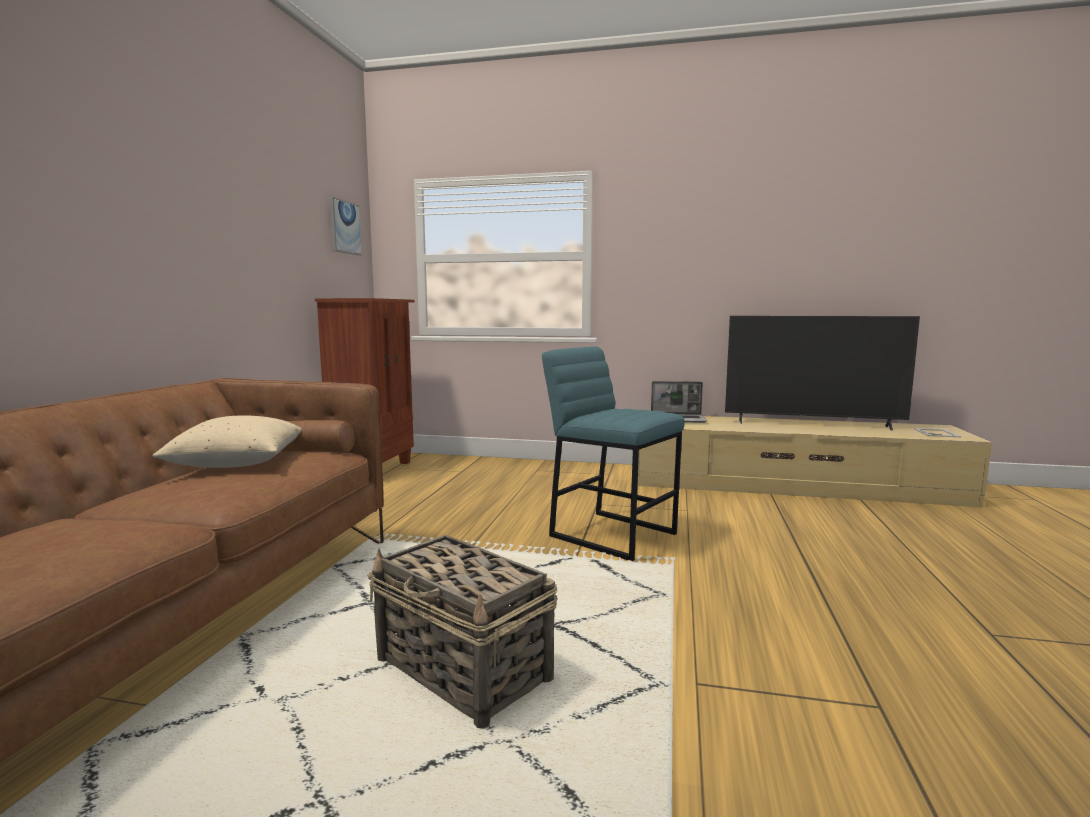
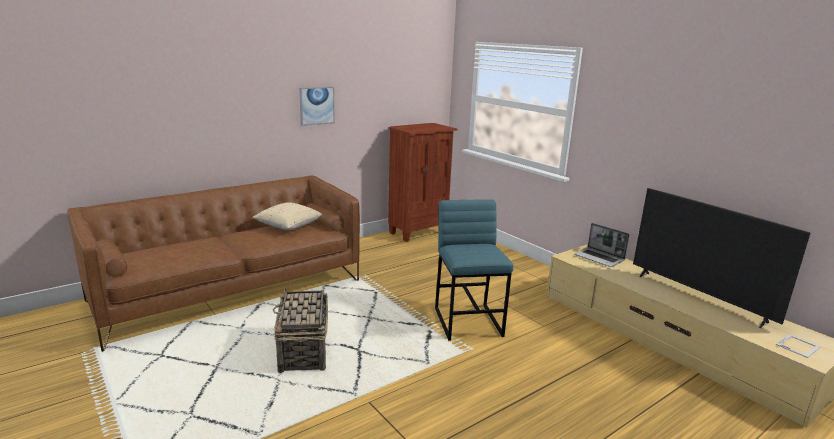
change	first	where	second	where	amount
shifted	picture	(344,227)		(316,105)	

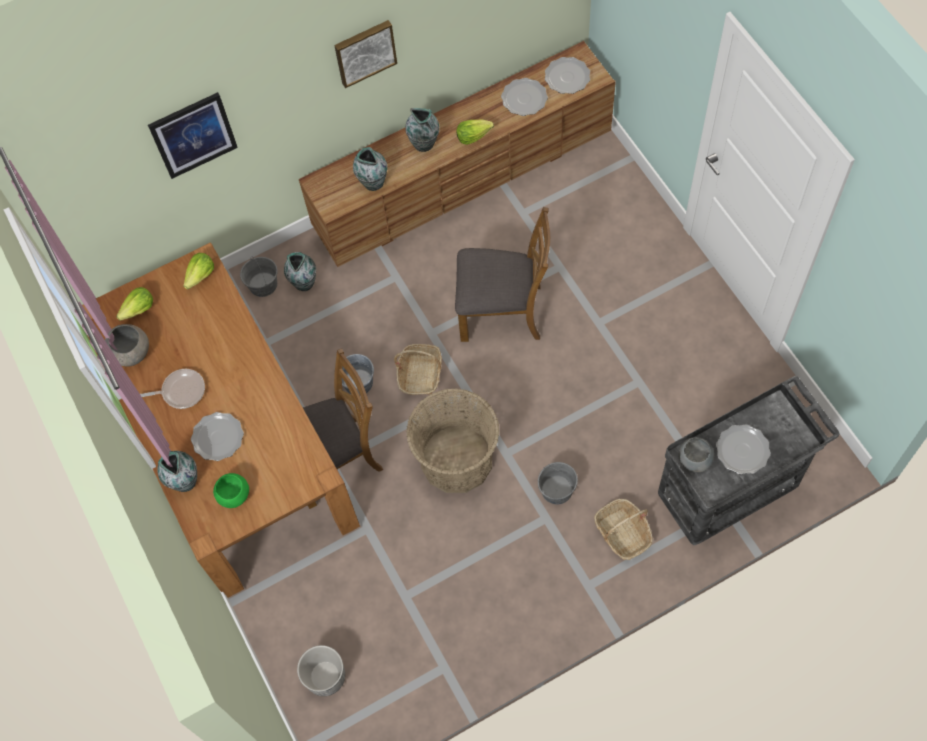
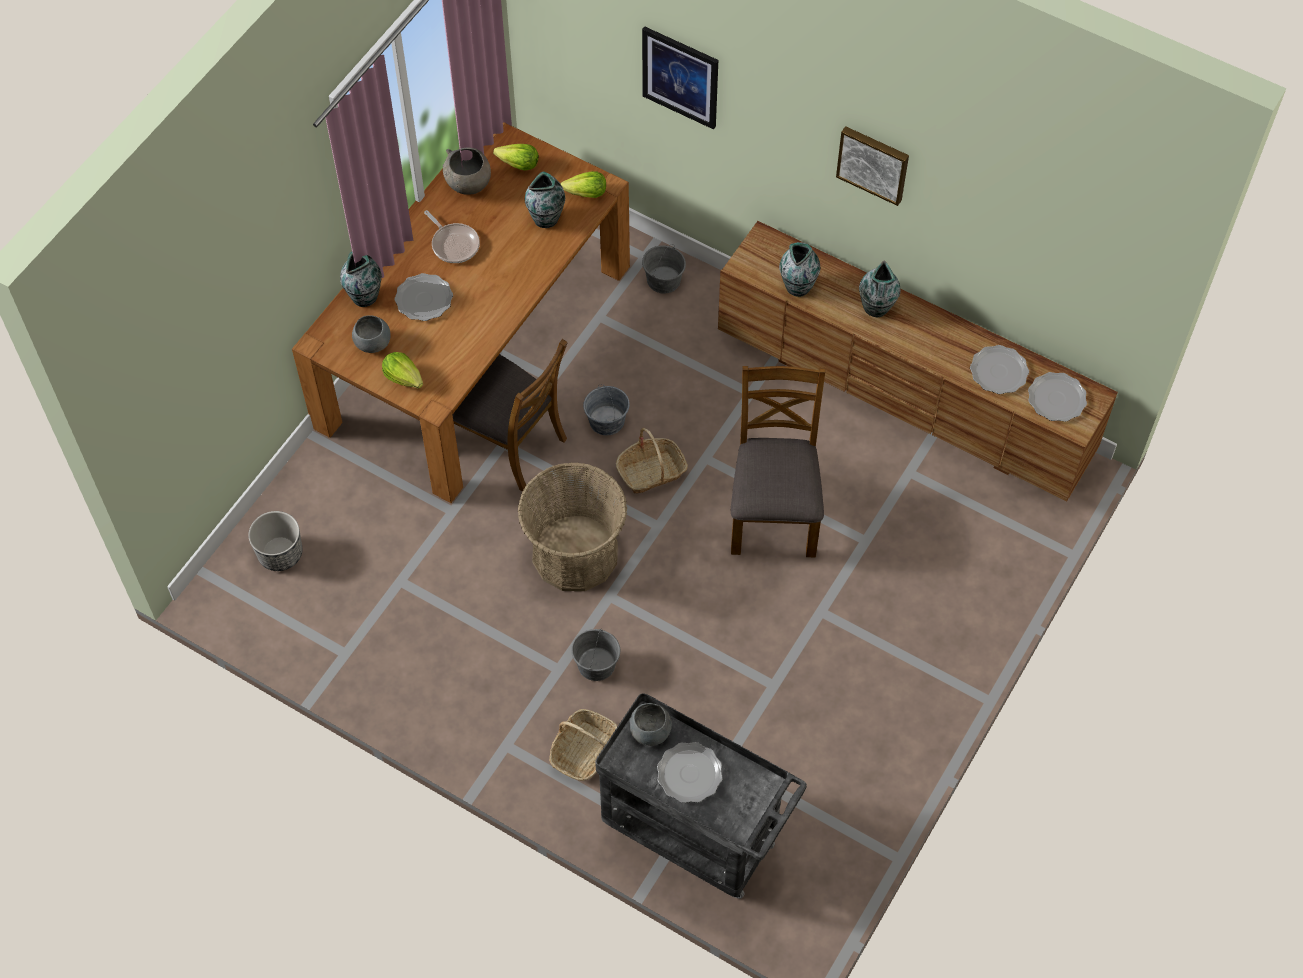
change	first	where	second	where	amount
repainted	green bowl	(233,495)	grey bowl	(372,343)	
shifted	lettuce	(473,135)		(404,377)	
shifted	vase	(304,282)		(546,218)	
rotated	brown chair	(502,311)		(773,511)	150 degrees counterclockwise

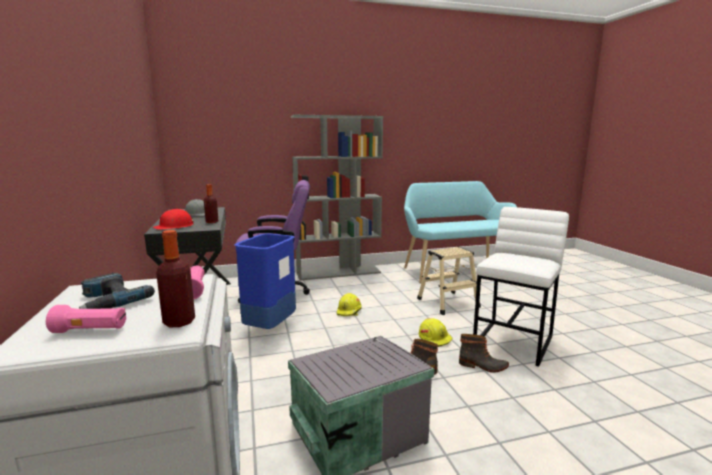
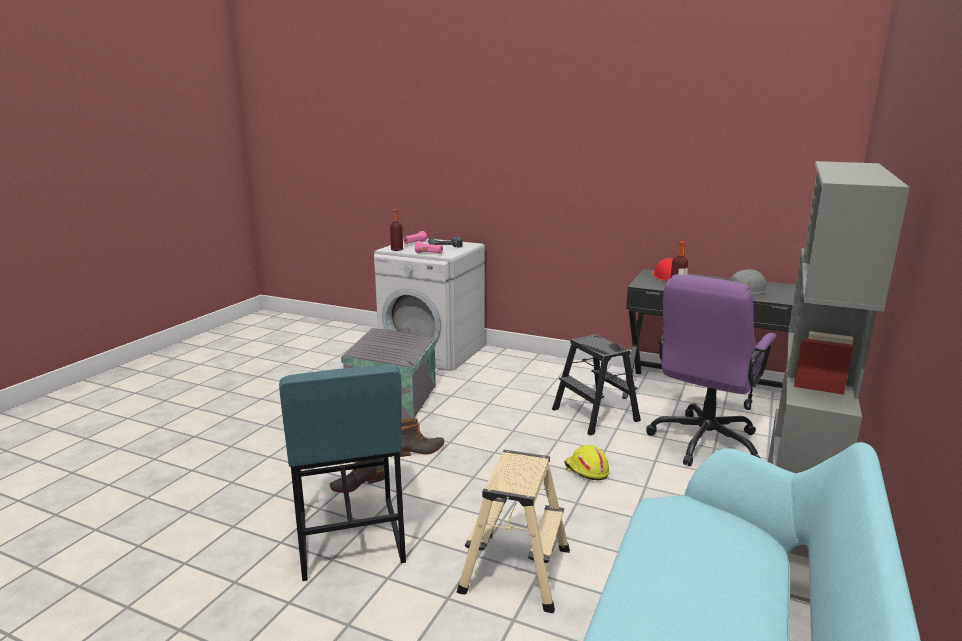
change	first	where	second	where	amount
repainted	white stool	(513,341)	blue stool	(350,539)	
swapped	blue trash can	(270,327)	black step ladder	(595,415)	
gone	yellow hard hat	(435,338)			

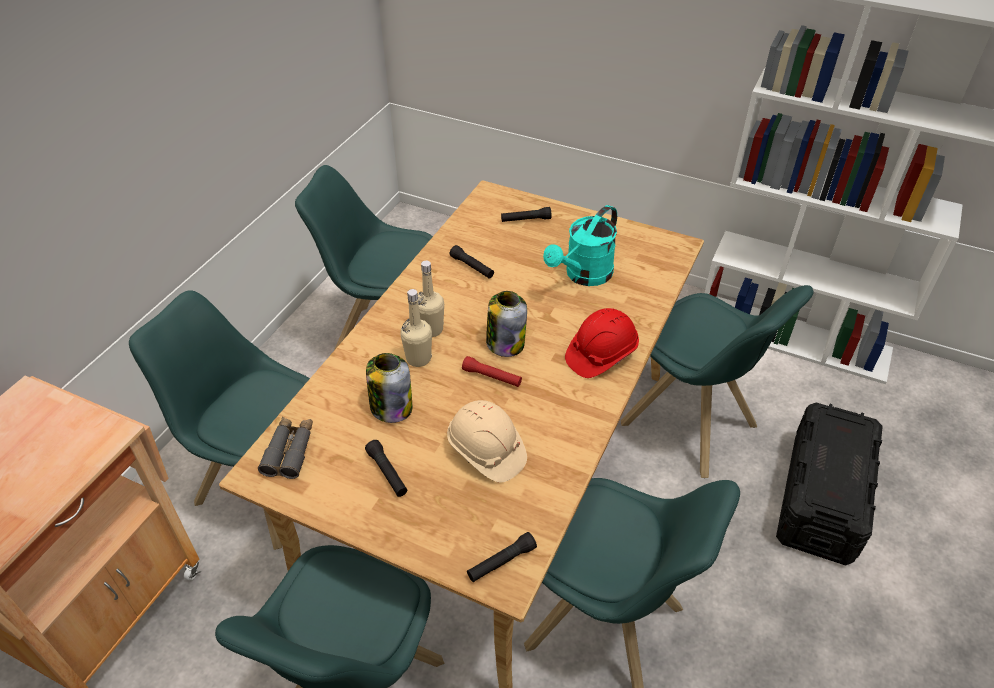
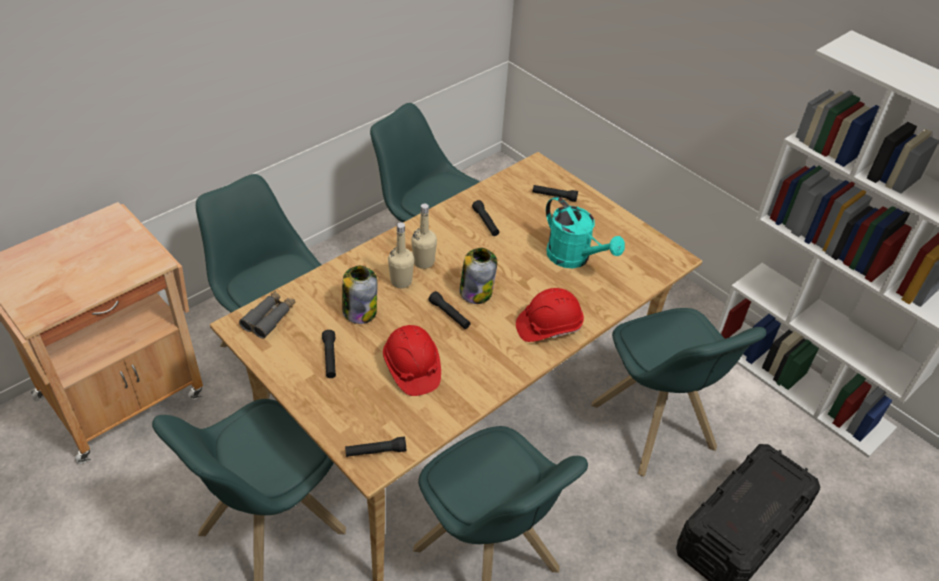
change	first	where	second	where	amount
repainted	beige hard hat	(486,451)	red hard hat	(411,369)	
repainted	red flashlight	(492,377)	black flashlight	(449,315)	
rotated	turquoise watering can	(583,276)		(574,258)	105 degrees counterclockwise

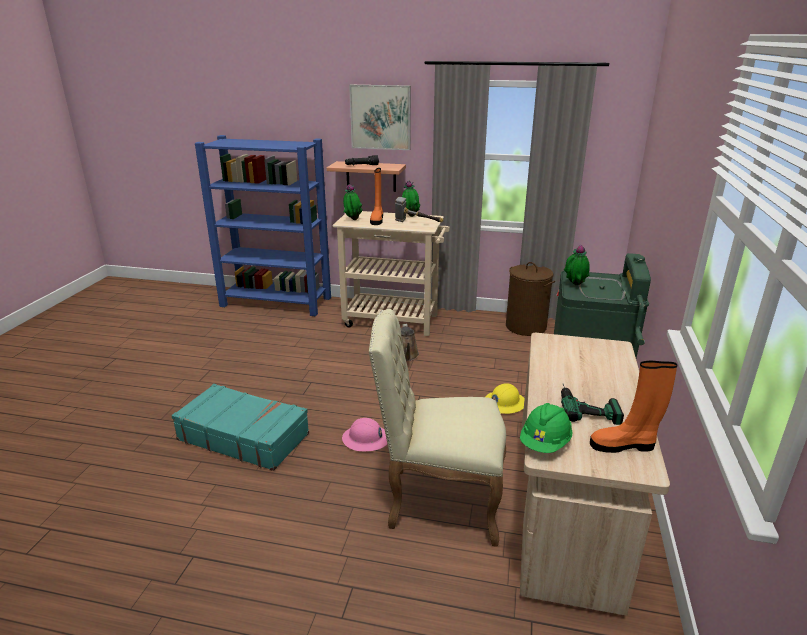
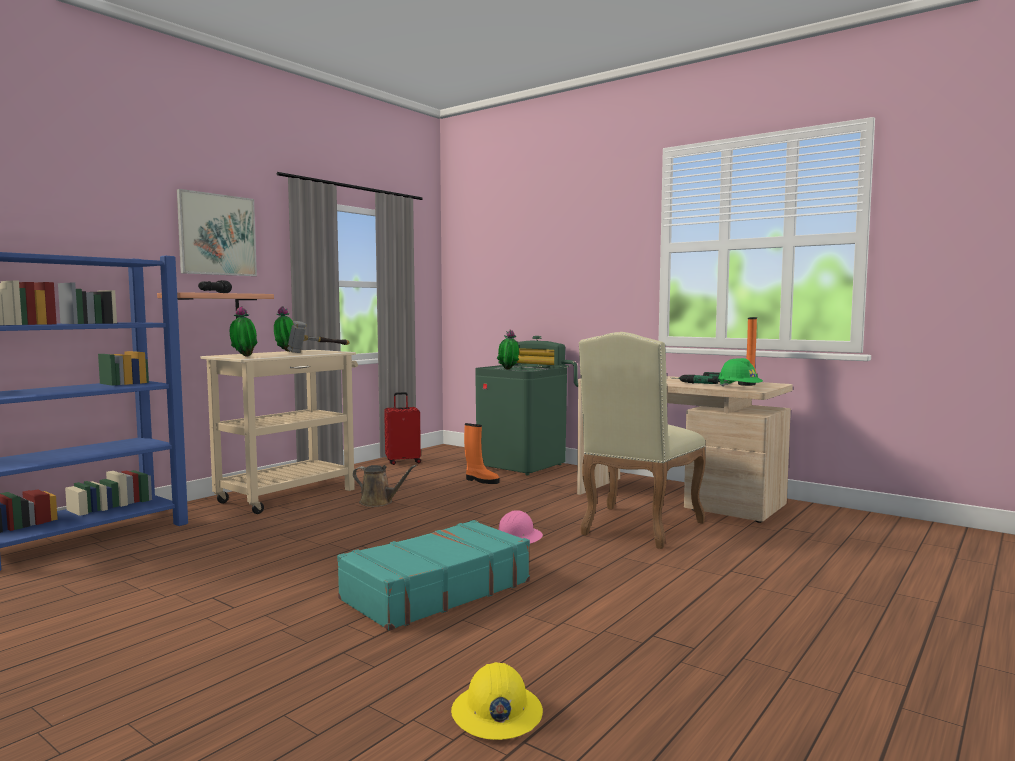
change	first	where	second	where	amount
swapped	brown laundry basket	(526,327)	red suitcase	(403,462)	
shifted	yellow hard hat	(504,403)		(496,713)	
shifted	orange boot	(377,220)		(481,481)	

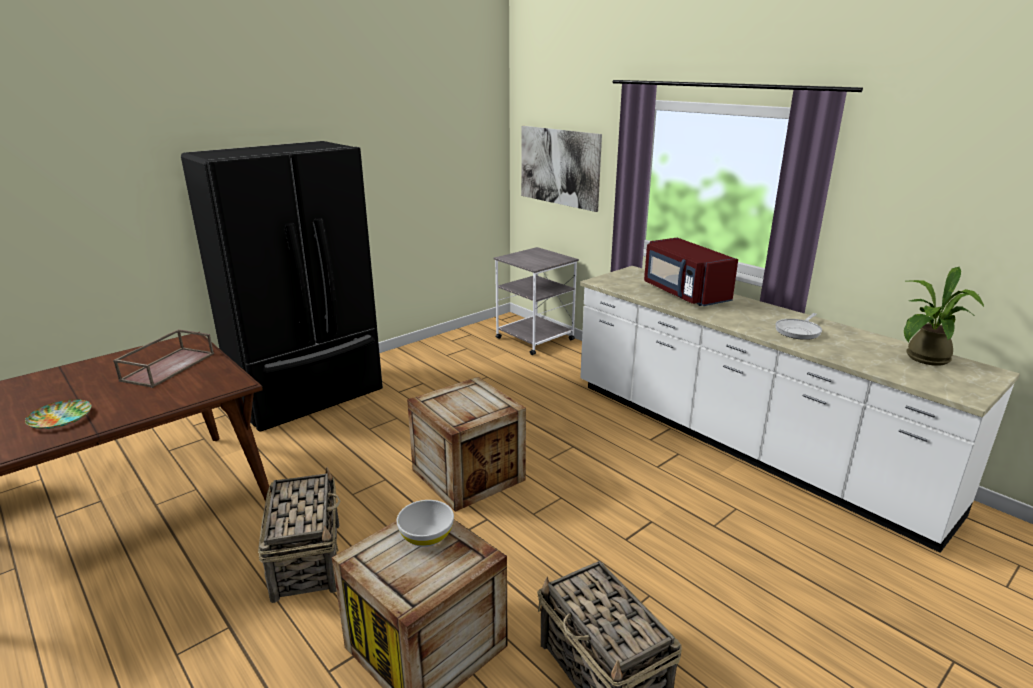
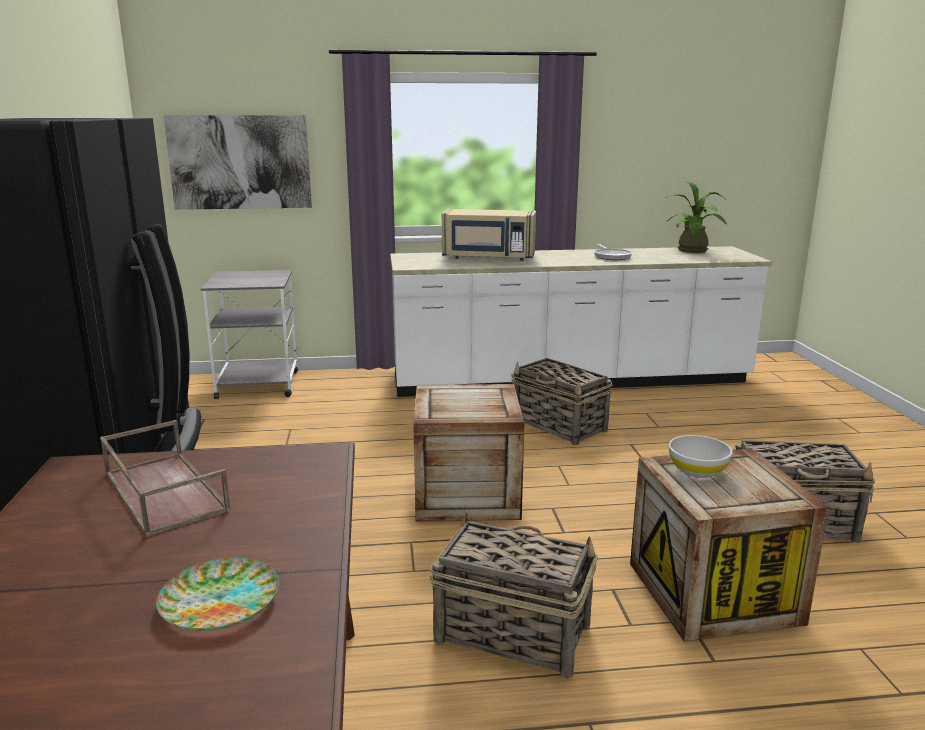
change	first	where	second	where	amount
repainted	red microwave	(684,293)	beige microwave	(488,257)	
new			basket	(560,426)	

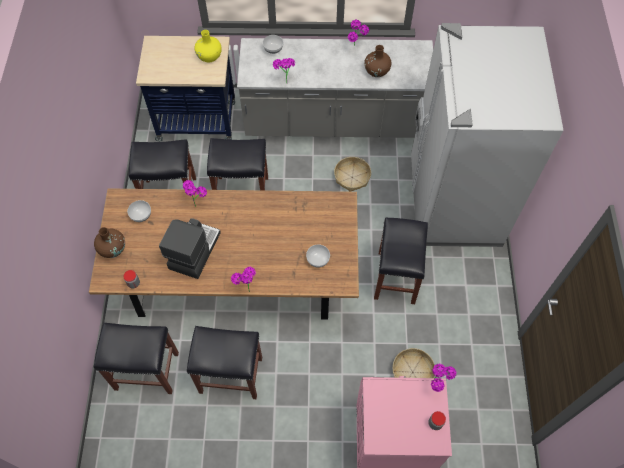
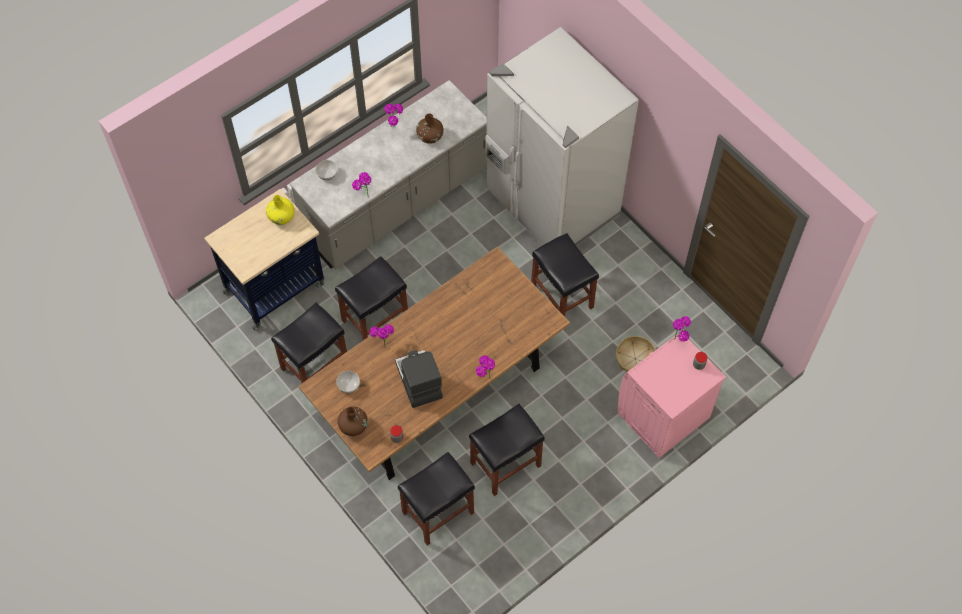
change	first	where	second	where	amount
gone	bowl	(318,260)			
gone	basket	(352,177)			

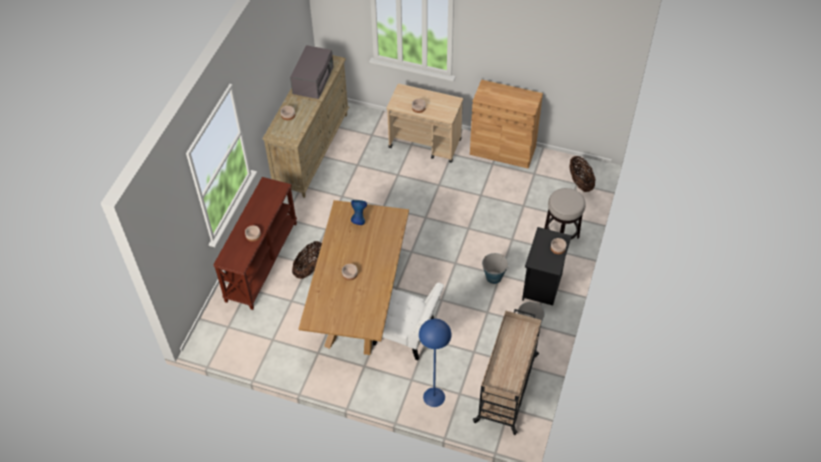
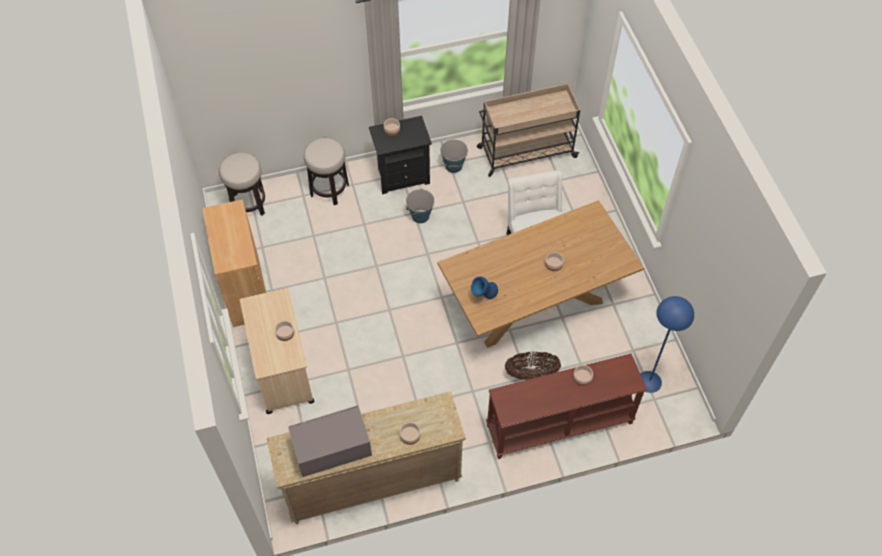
change	first	where	second	where	amount
swapped	basket	(580,182)	stool	(249,204)	
shifted	blue floor lamp	(433,397)		(649,382)	

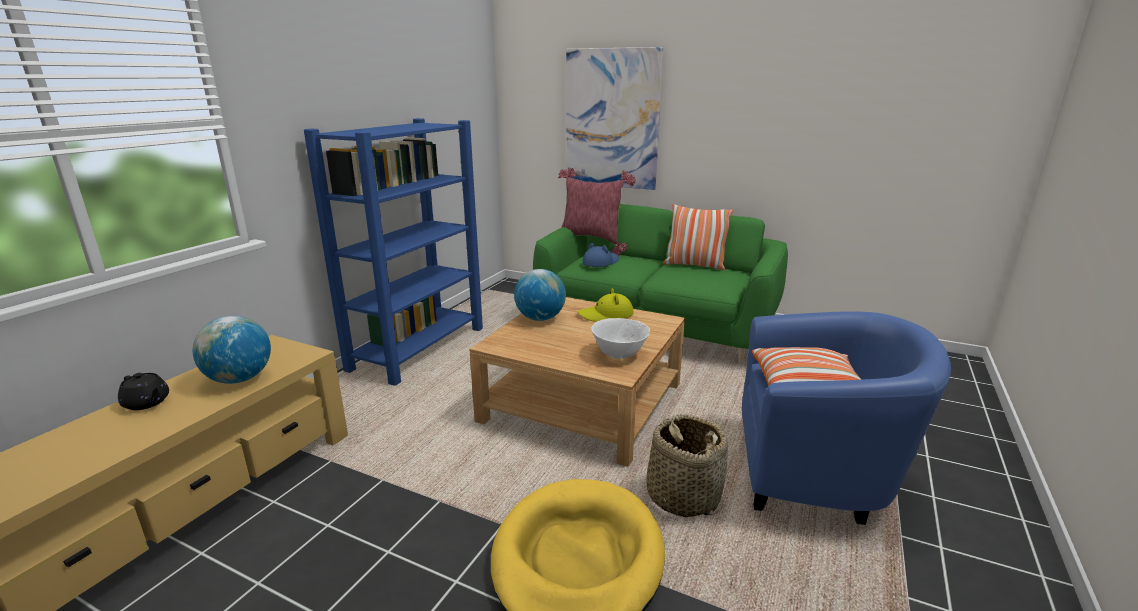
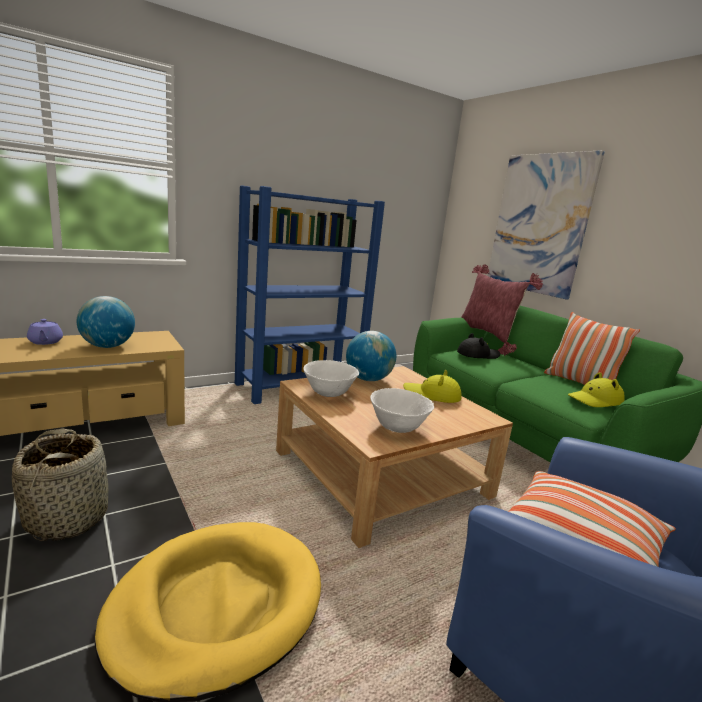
change	first	where	second	where	amount
shifted	basket	(682,495)		(68,517)	
repainted	black teapot	(147,403)	purple teapot	(45,342)	
new			white bowl	(329,394)	
repainted	blue hat	(600,262)	black hat	(478,355)	
new			yellow hat	(595,400)	

